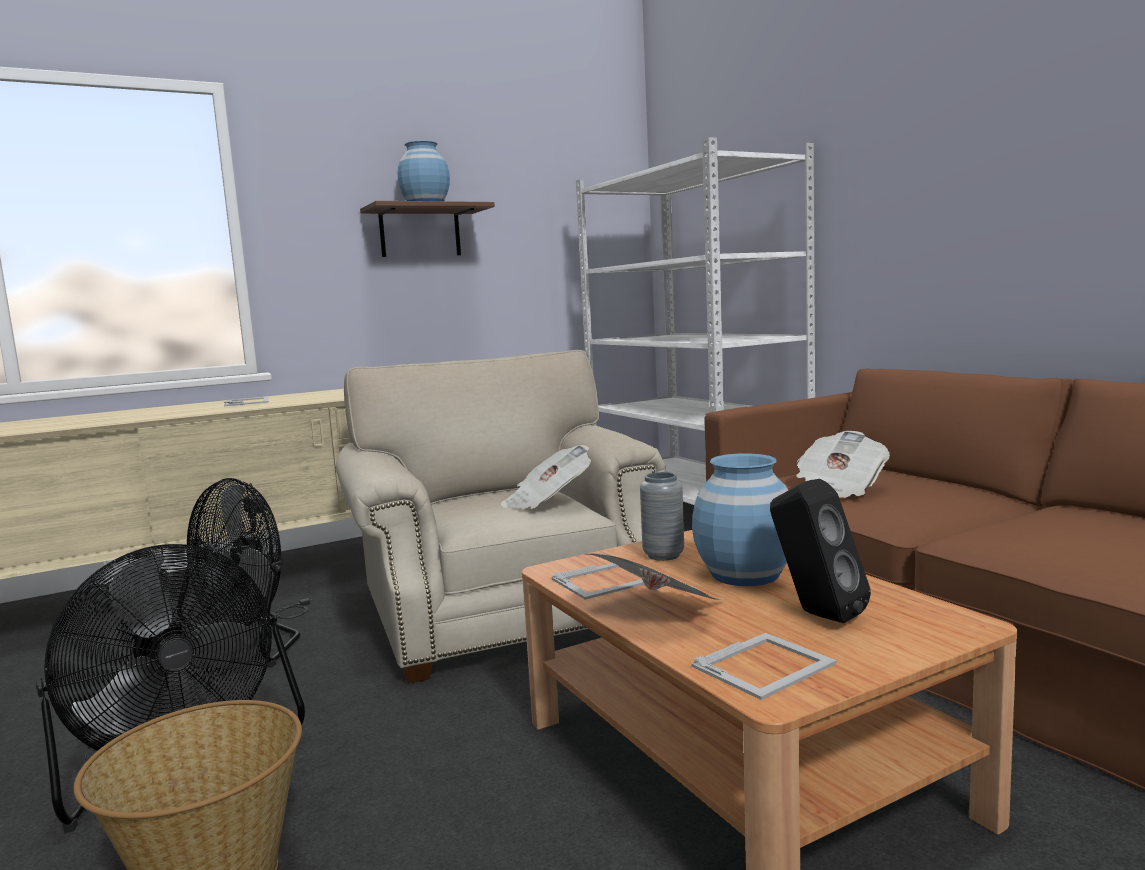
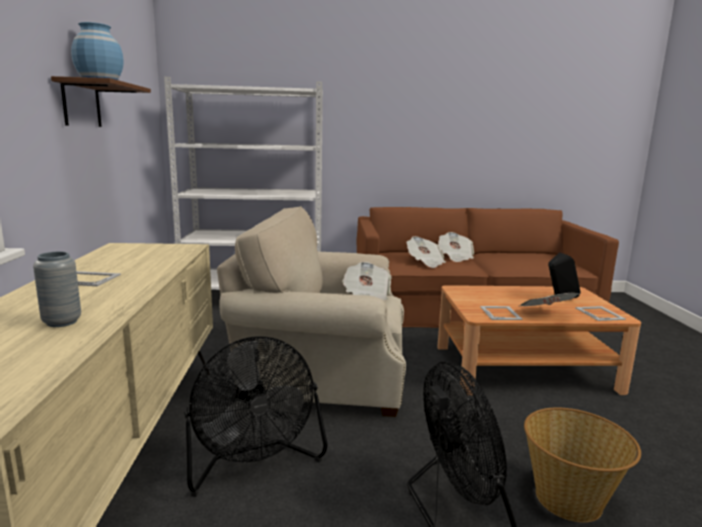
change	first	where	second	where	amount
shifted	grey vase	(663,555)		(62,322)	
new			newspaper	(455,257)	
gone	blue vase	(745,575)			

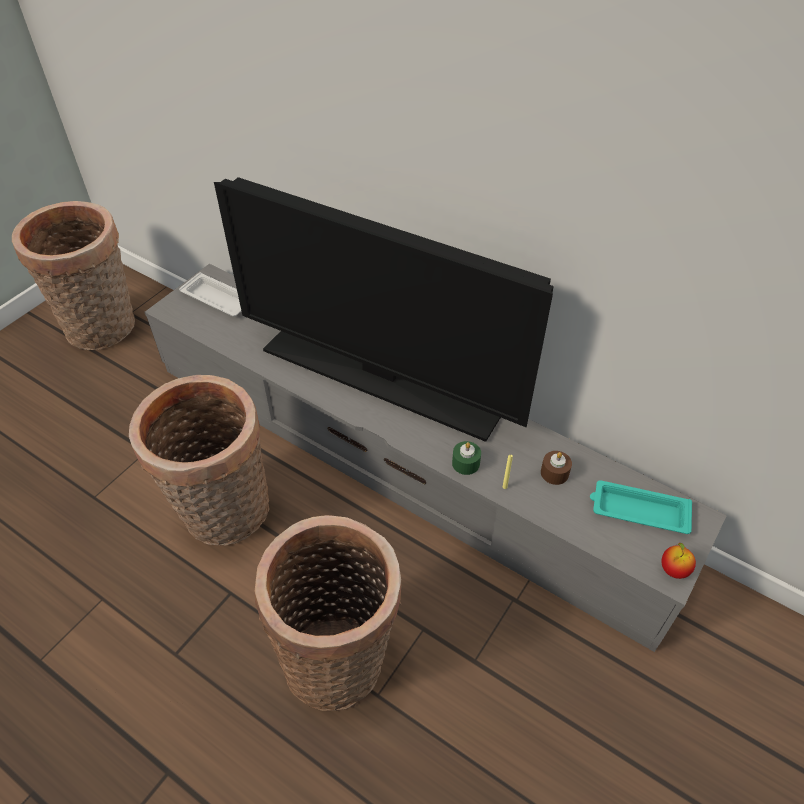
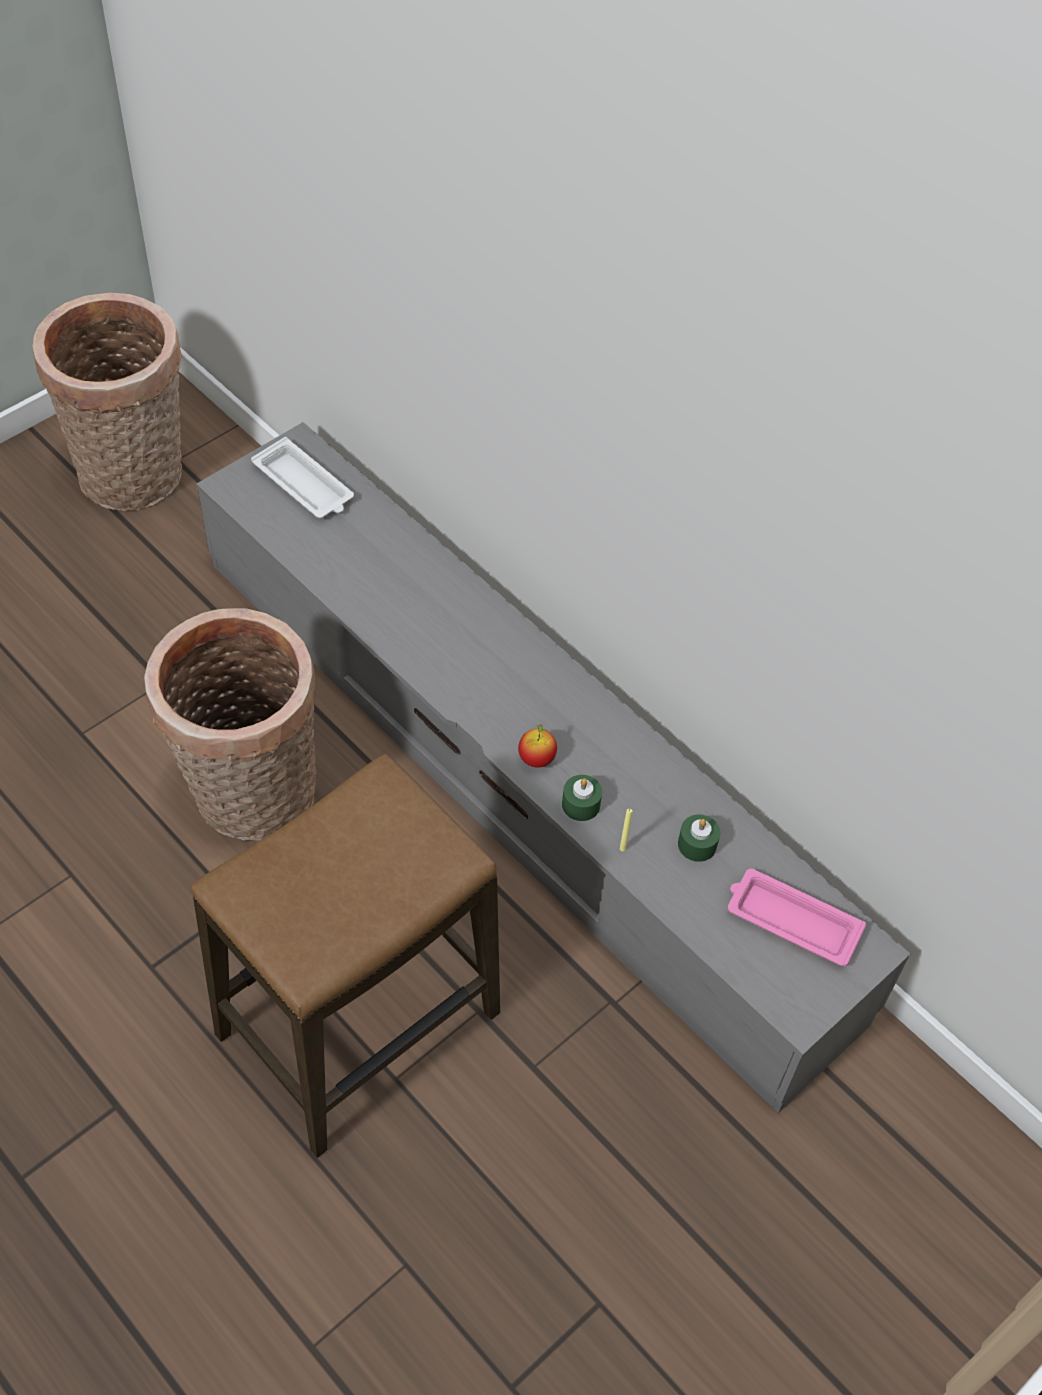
change	first	where	second	where	amount
swapped	basket	(340,659)	stool	(359,1023)	
shifted	apple	(673,570)		(536,759)	
repainted	brown candle	(554,473)	green candle	(697,844)	
repainted	turquoise tray	(638,511)	pink tray	(791,921)	
gone	television	(381,380)			

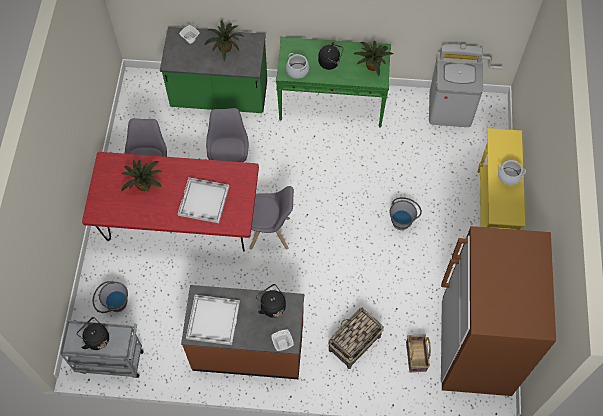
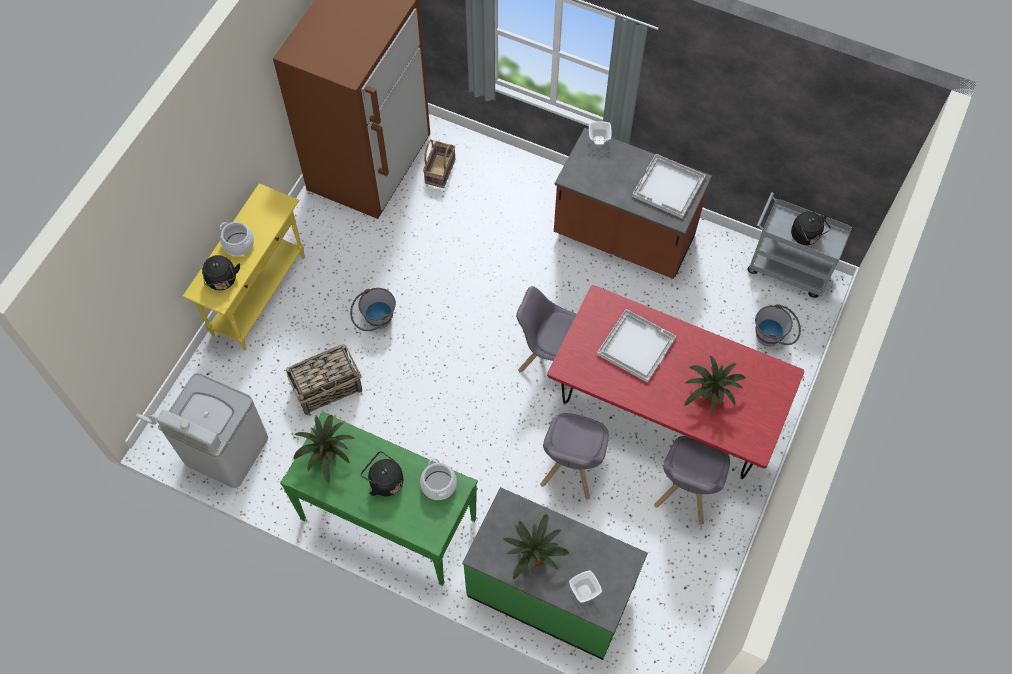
change	first	where	second	where	amount
shifted	black kettle	(272,306)		(222,281)	
shifted	basket	(354,344)		(328,388)	

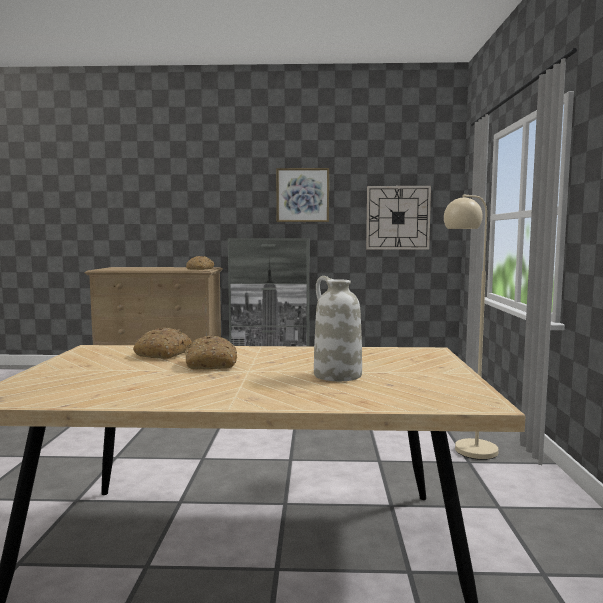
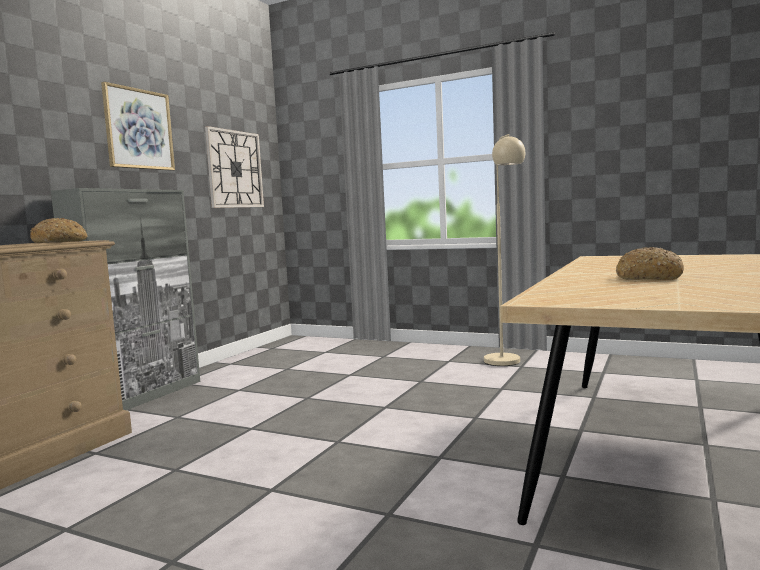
change	first	where	second	where	amount
gone	bread	(164,354)			
gone	white vase	(336,375)			

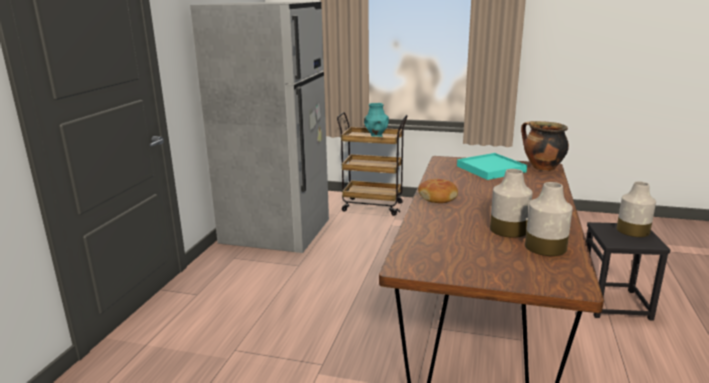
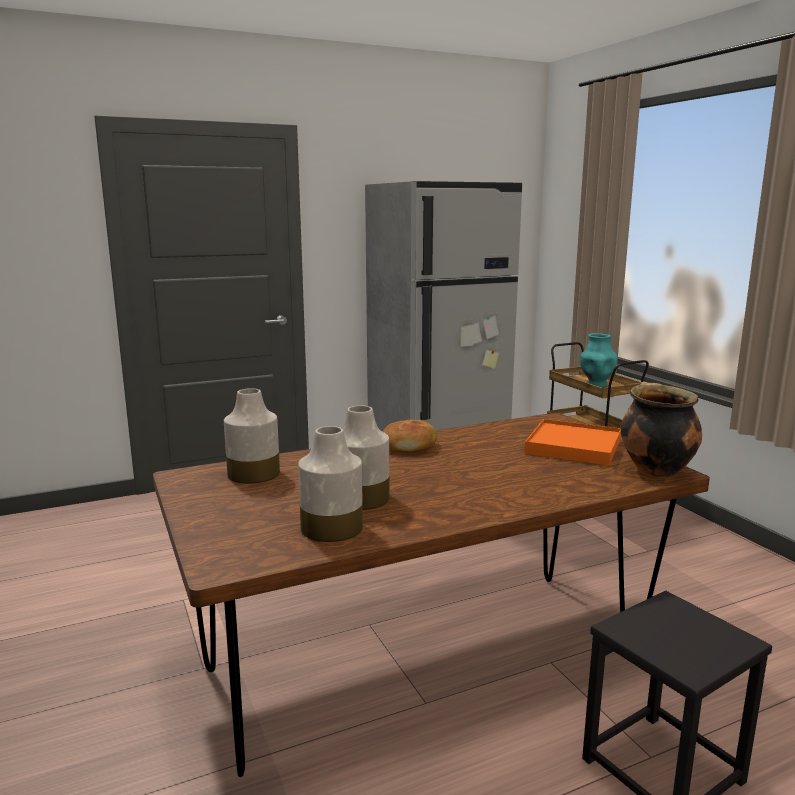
change	first	where	second	where	amount
shifted	beige vase	(632,230)		(254,473)	
repainted	turquoise tray	(491,169)	orange tray	(573,446)	

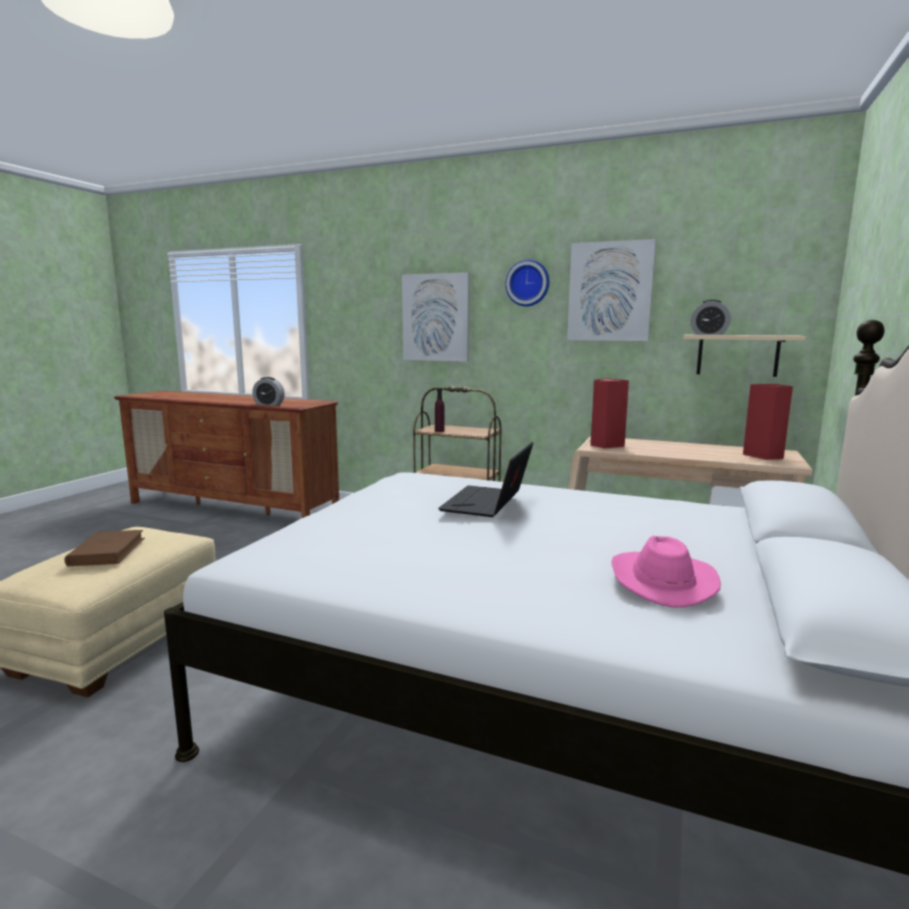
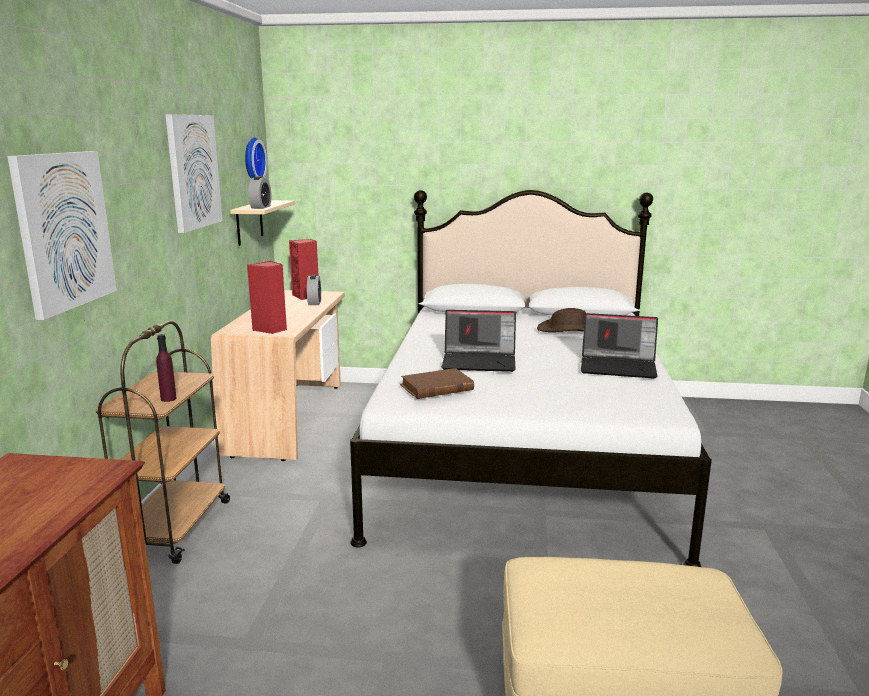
change	first	where	second	where	amount
shifted	wall clock	(528,283)		(252,160)	
shifted	alarm clock	(269,404)		(314,302)	
shifted	brown book	(107,552)		(436,387)	
repainted	pink hat	(661,581)	brown hat	(567,330)	
new			laptop	(619,367)	

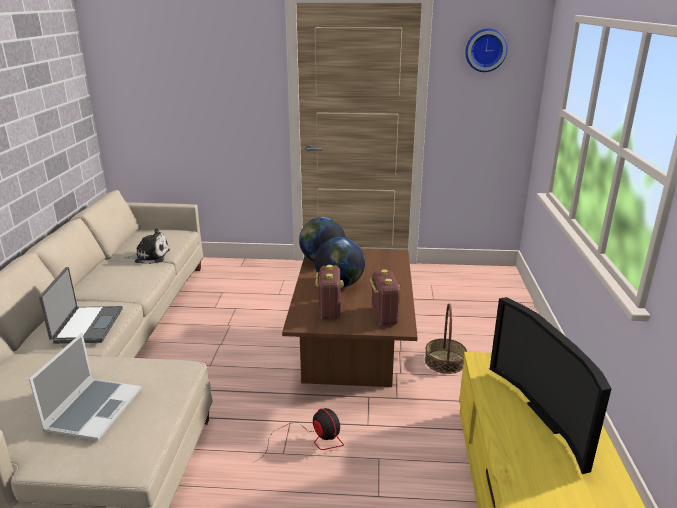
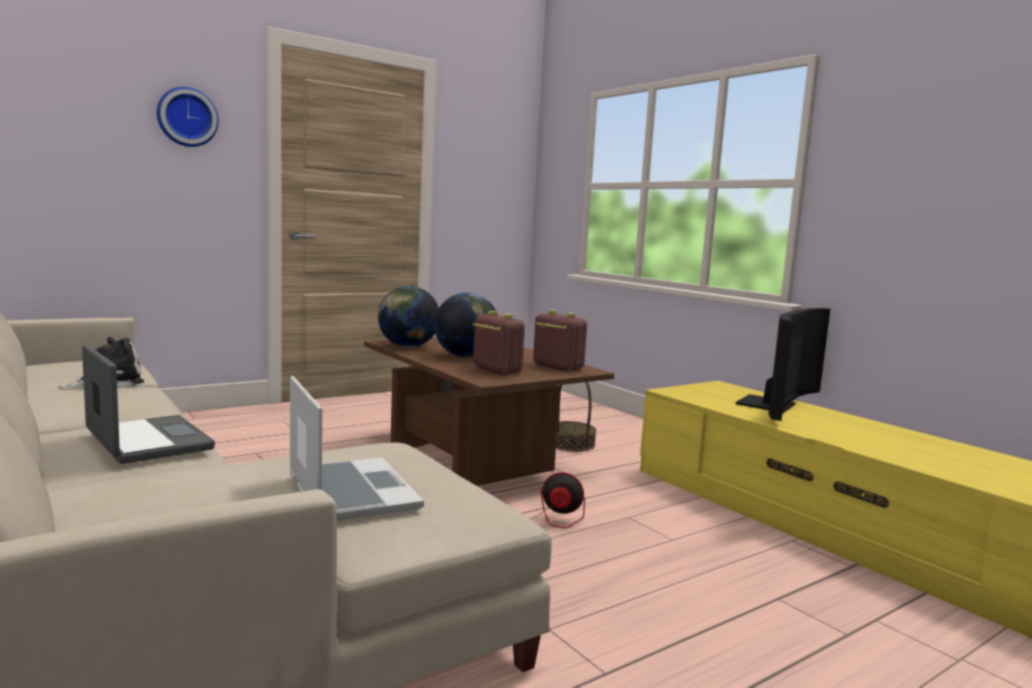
change	first	where	second	where	amount
shifted	wall clock	(485,50)		(187,117)	
rotated	television	(551,415)		(774,406)	90 degrees counterclockwise

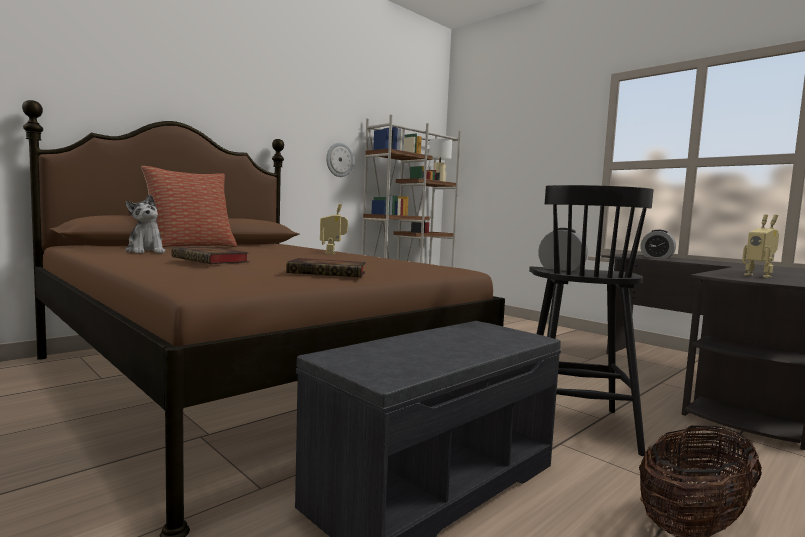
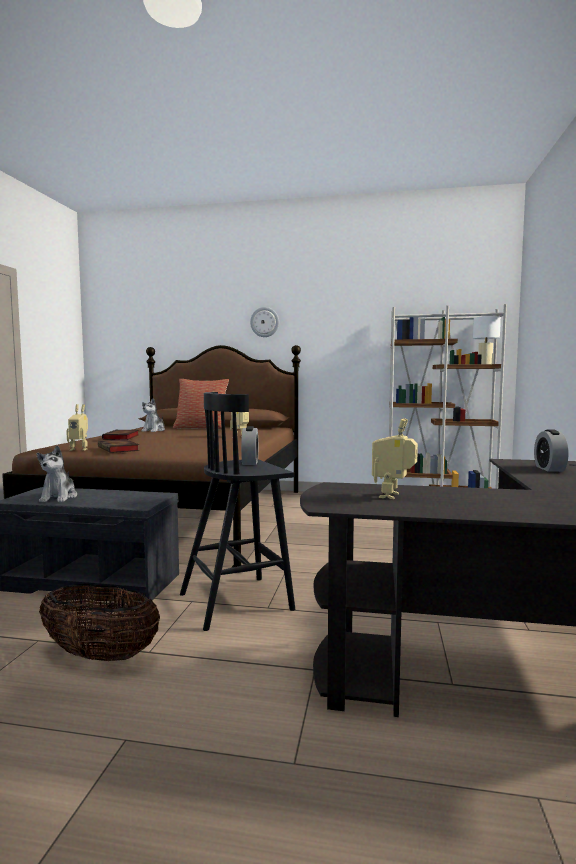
change	first	where	second	where	amount
new			plush toy	(59,497)	
new			toy robot	(79,449)	
shifted	wall clock	(339,160)		(264,322)	

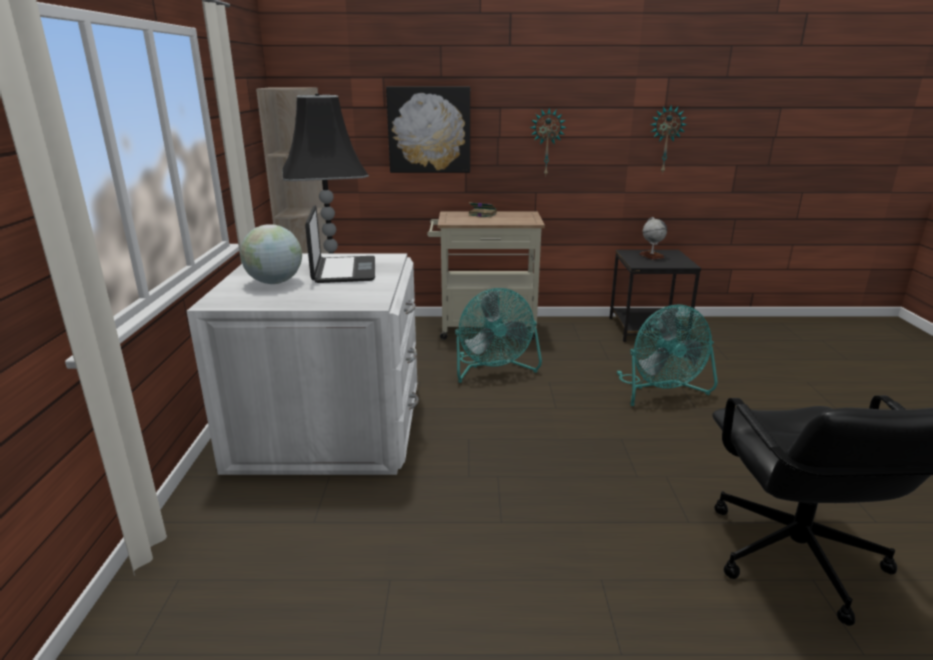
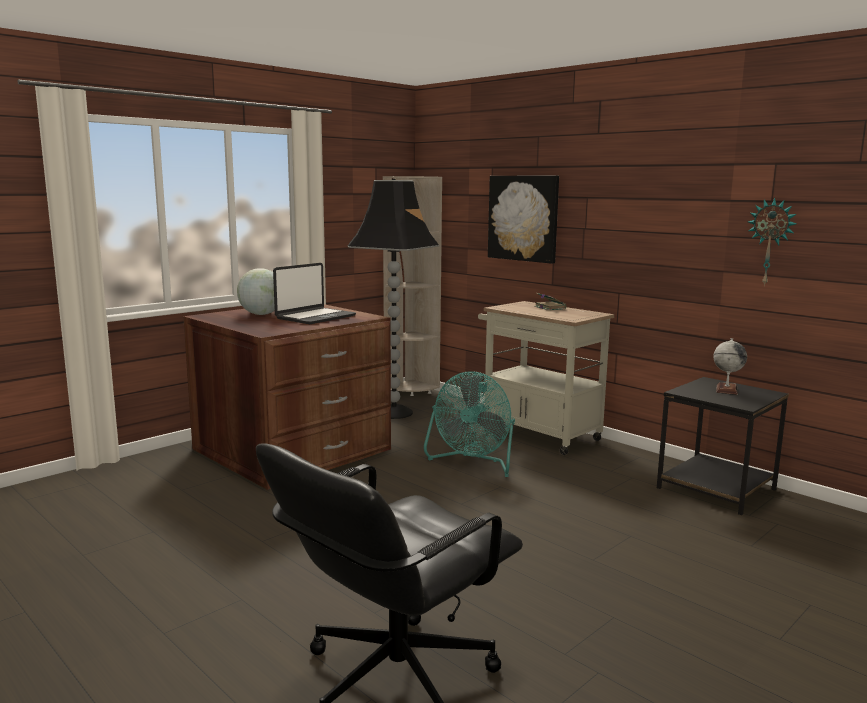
change	first	where	second	where	amount
repainted	white dresser	(329,424)	brown dresser	(293,449)	
gone	wall clock	(547,142)			
gone	turquoise fan	(658,391)			

